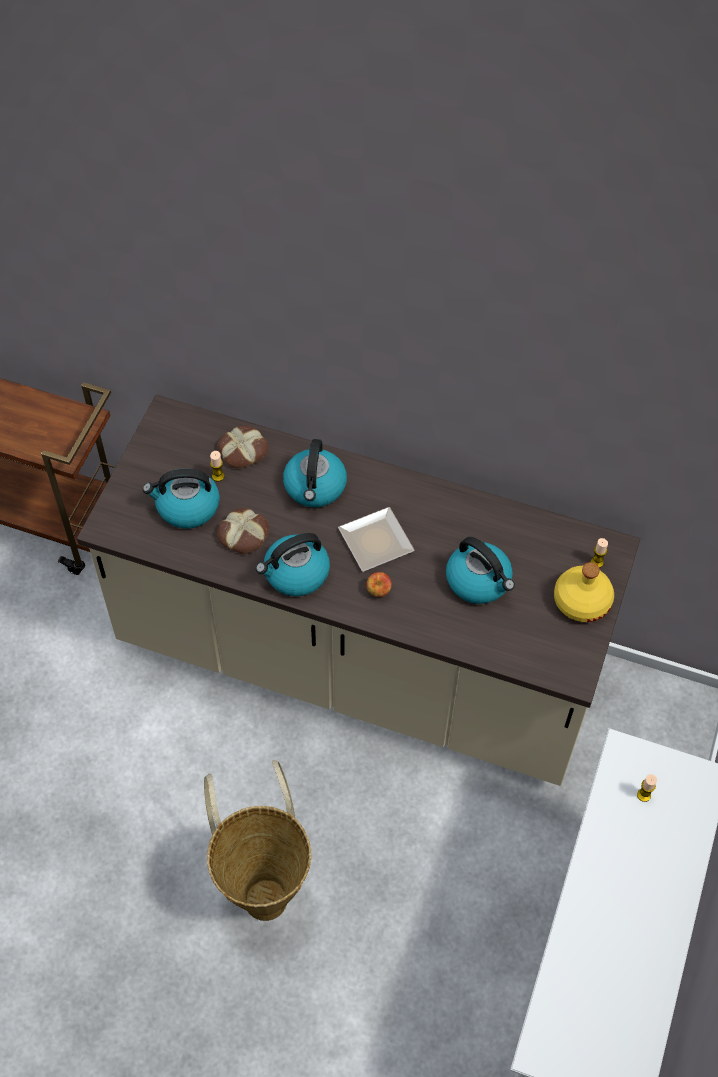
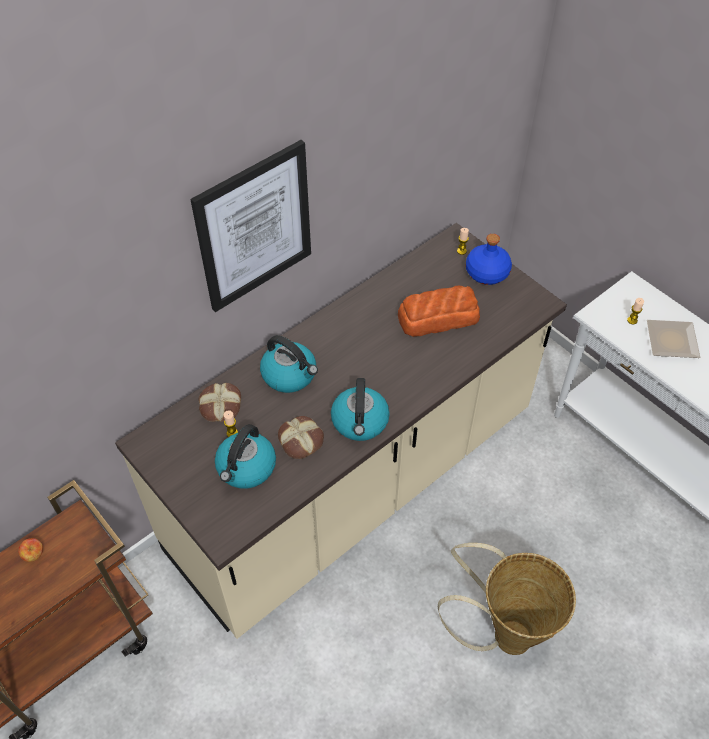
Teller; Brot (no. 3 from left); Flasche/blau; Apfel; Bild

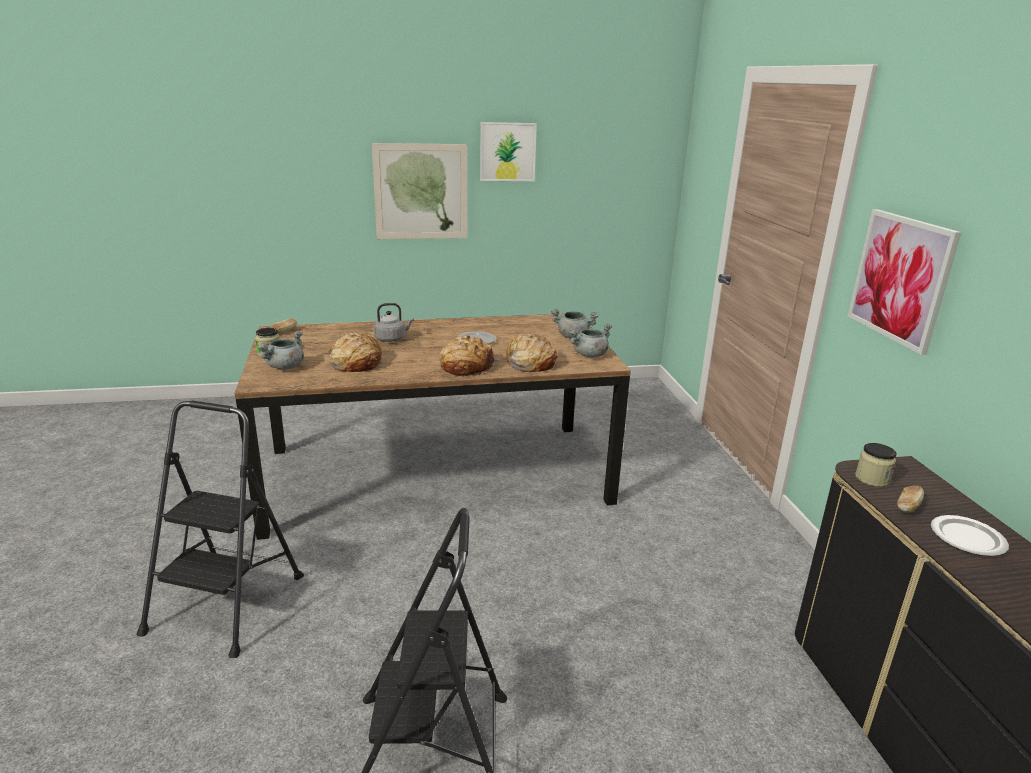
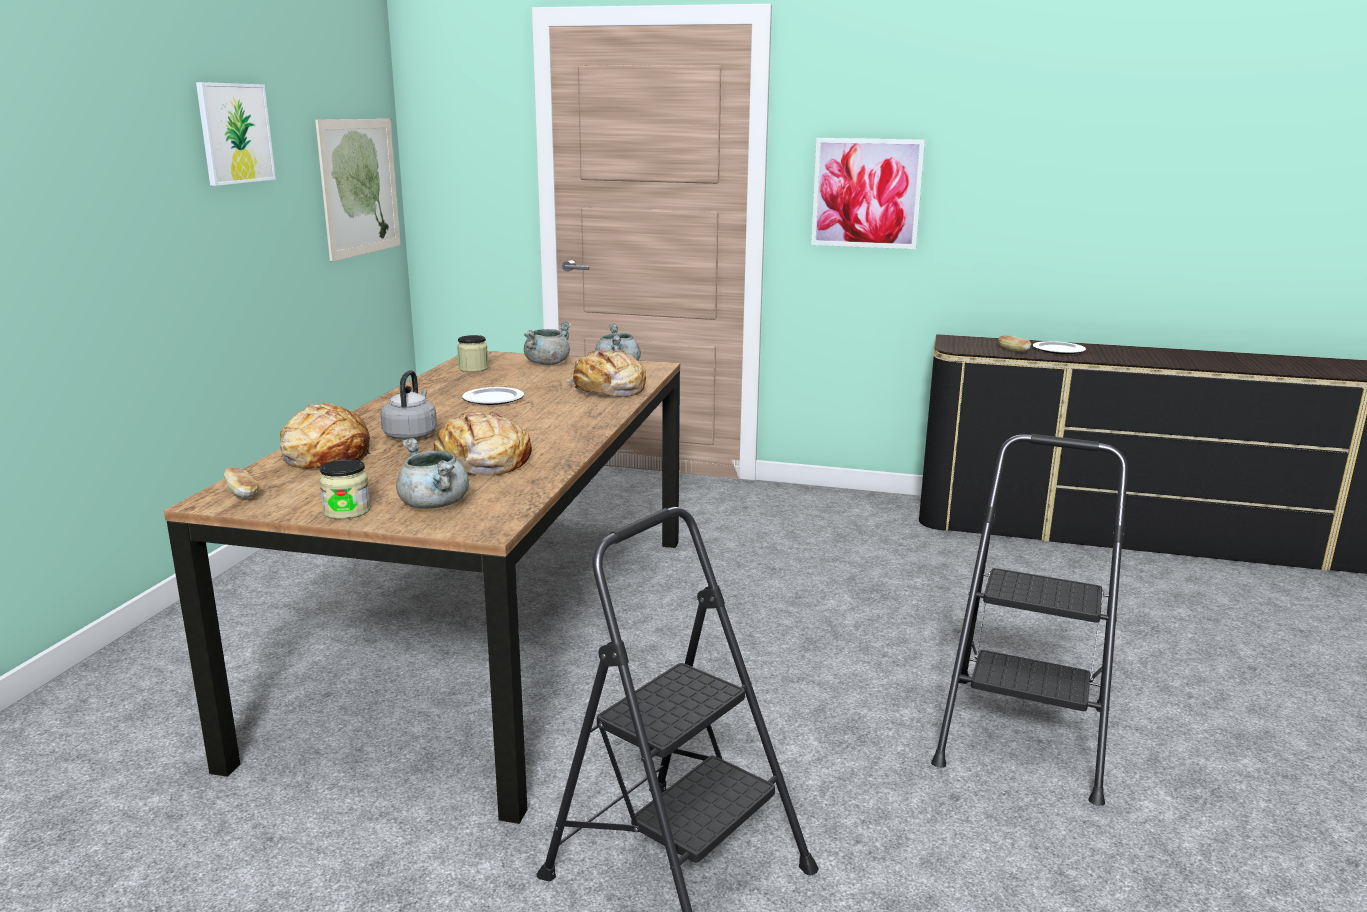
Bild (no. 2 from left); Brot (no. 2 from left); Vorratsglas (no. 2 from left)

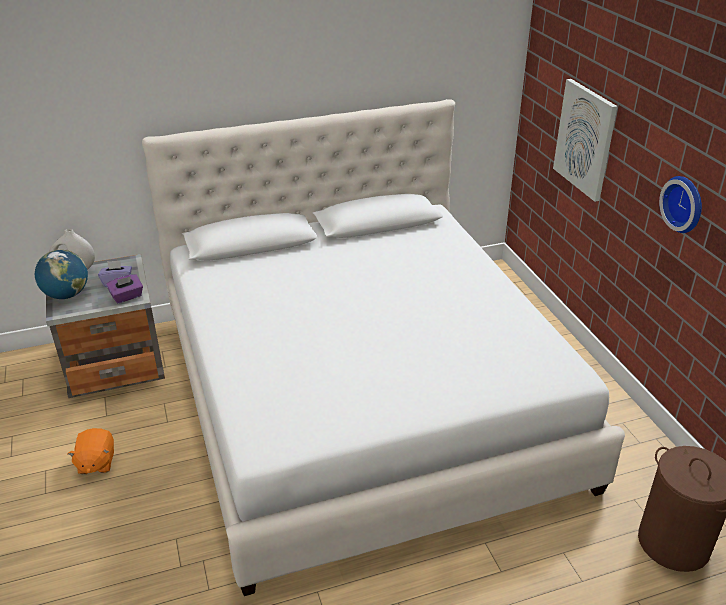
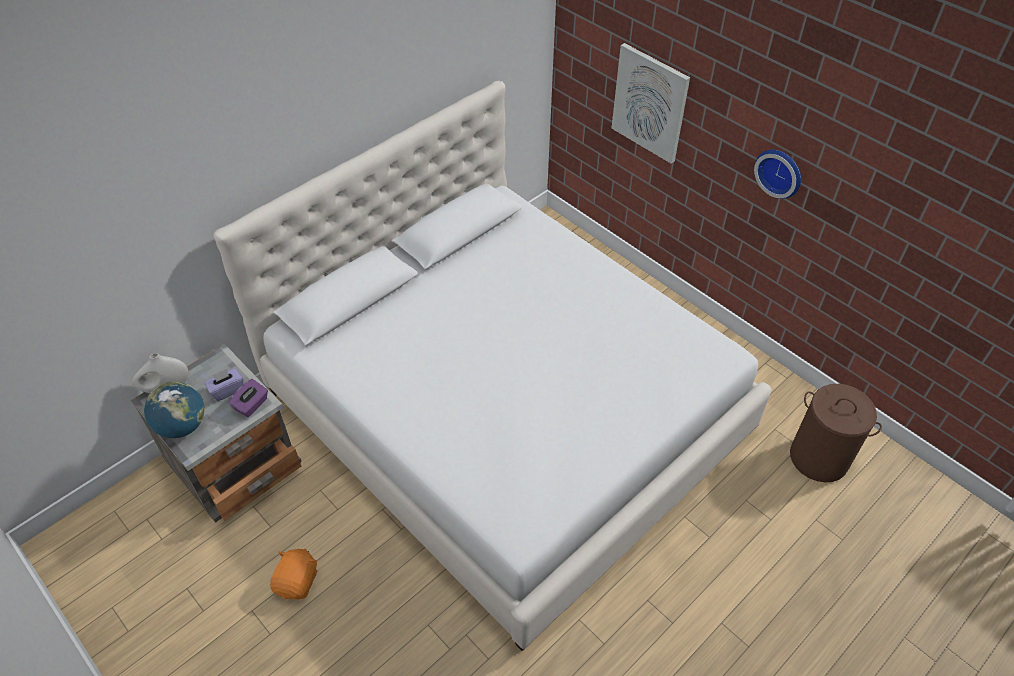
Plüschtier/orange

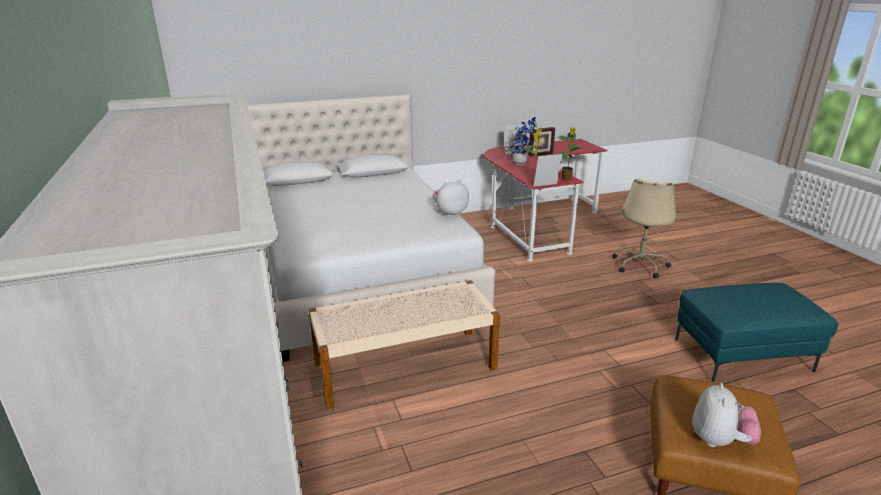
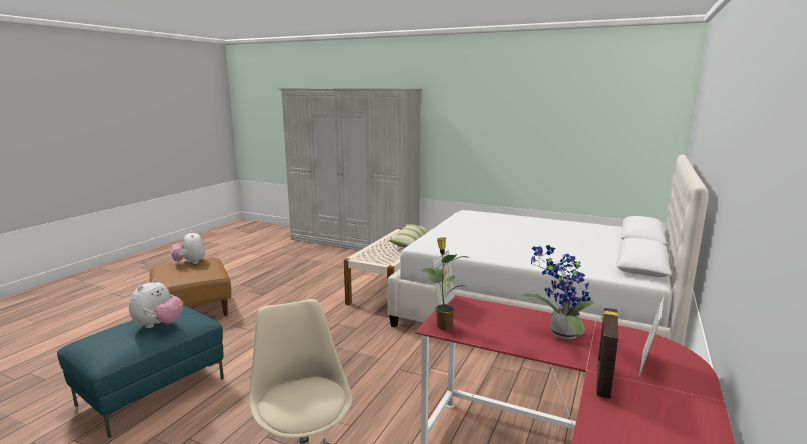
Plüschtier (no. 1 from left); Kissen

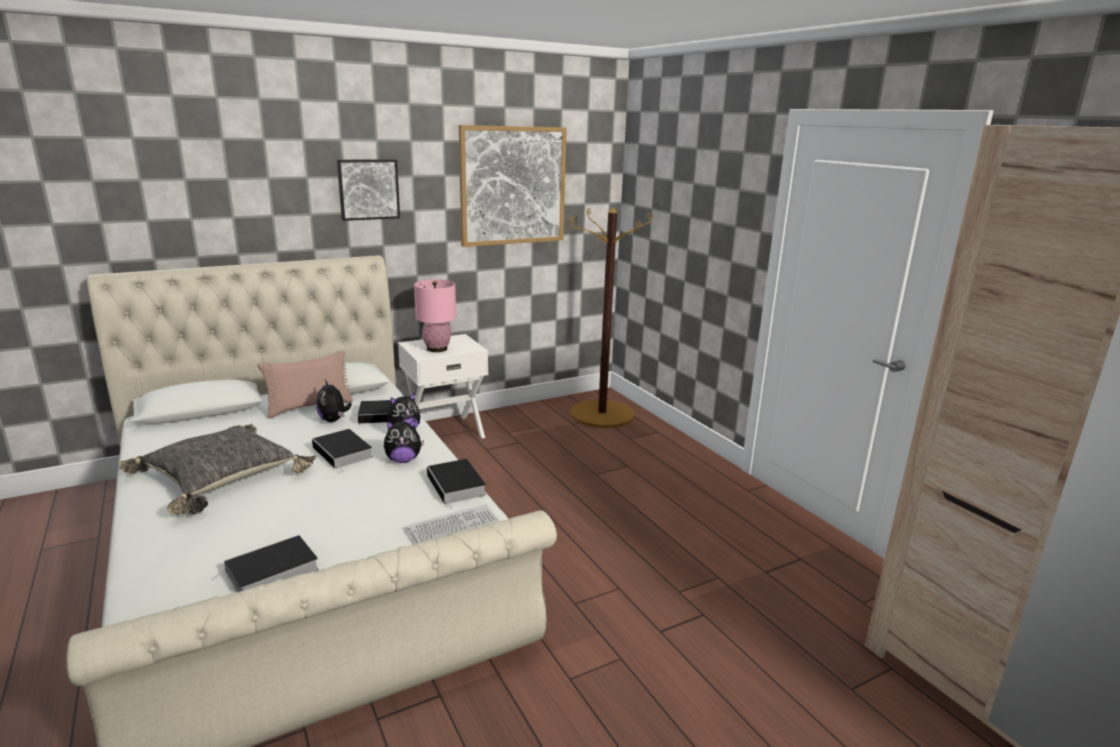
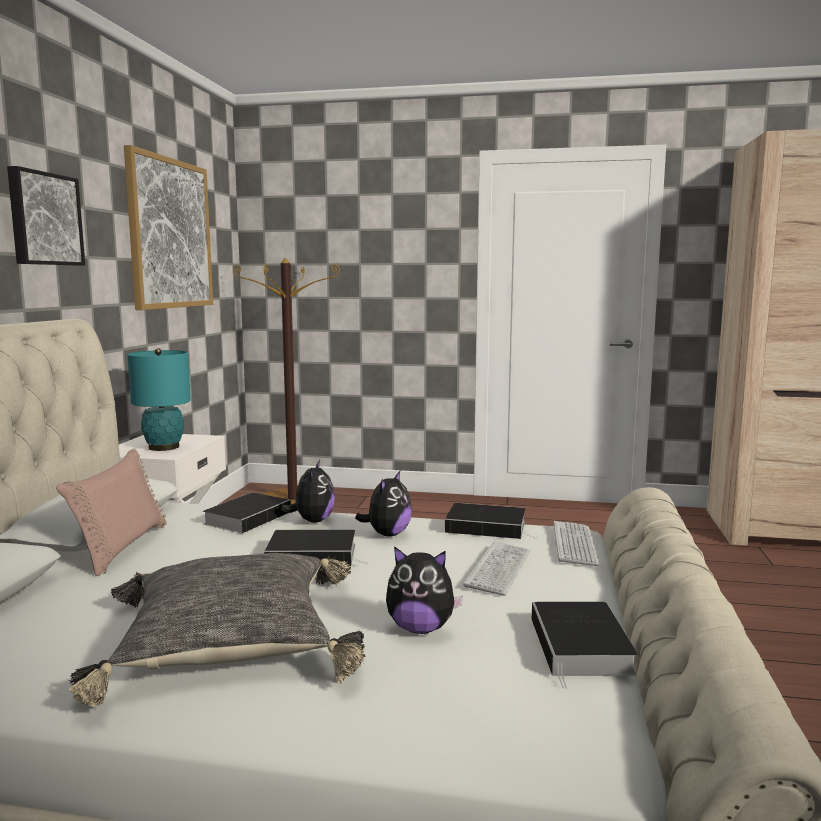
Tischlampe/türkis; Plüschtier (no. 3 from left); Tastatur (no. 1 from left)

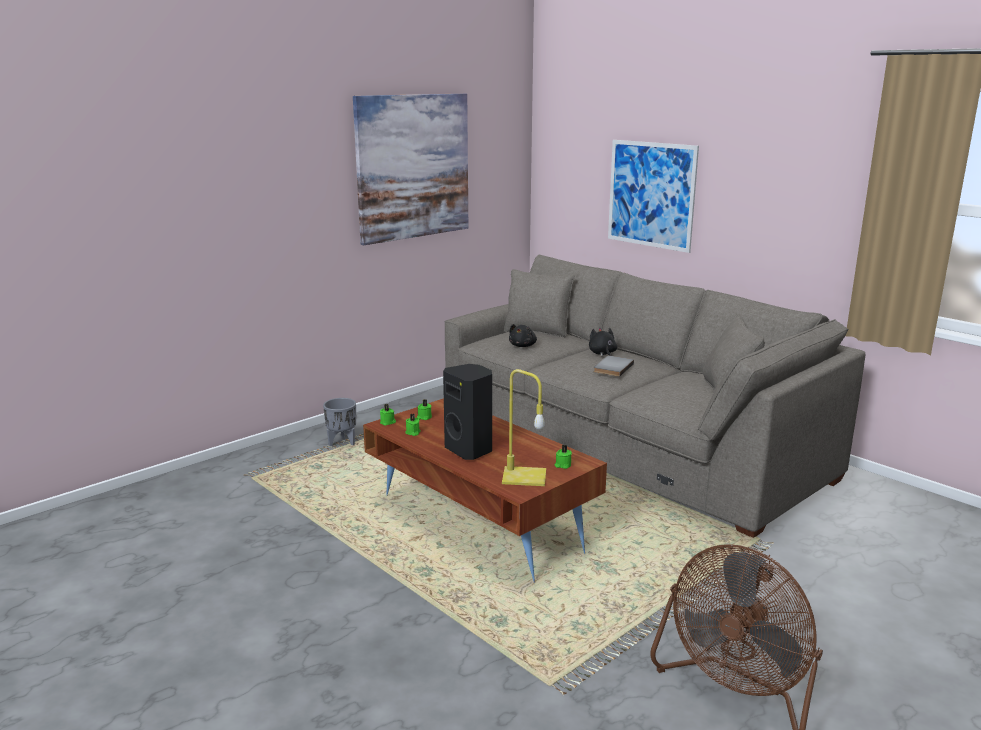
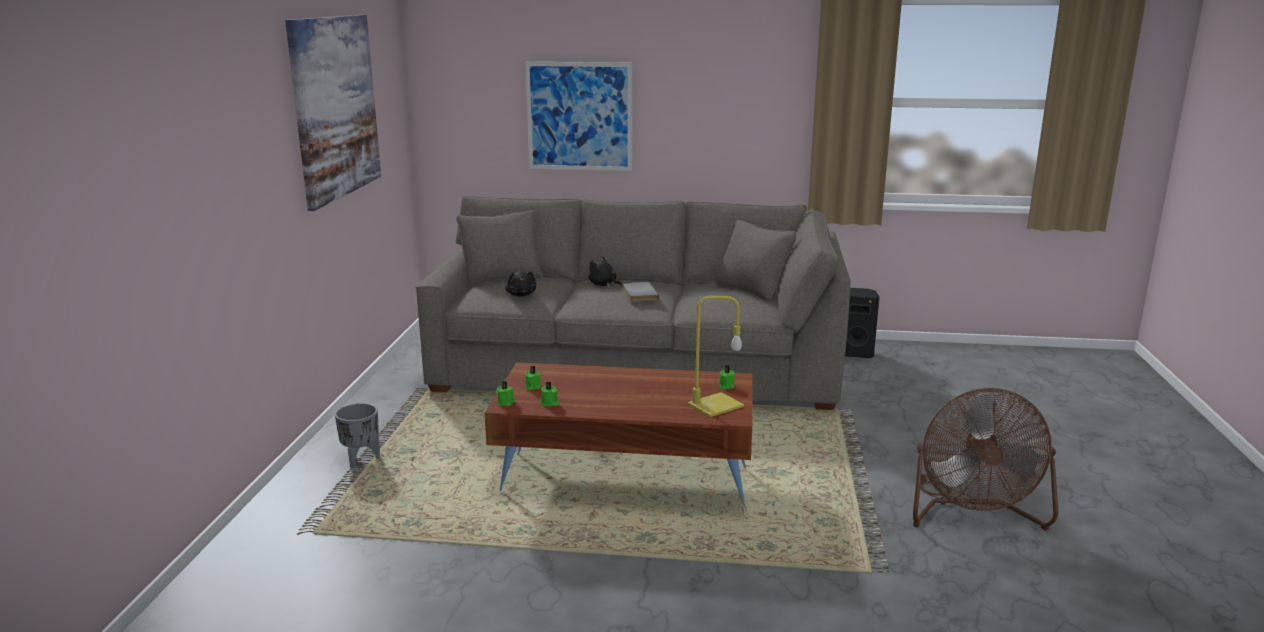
Lautsprecher/schwarz

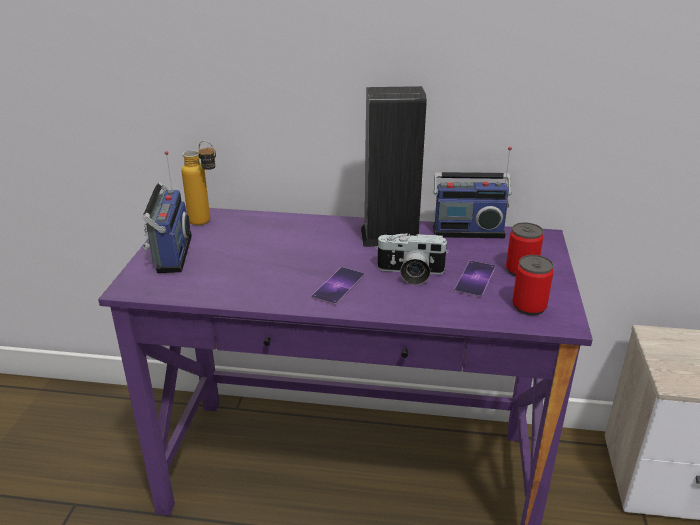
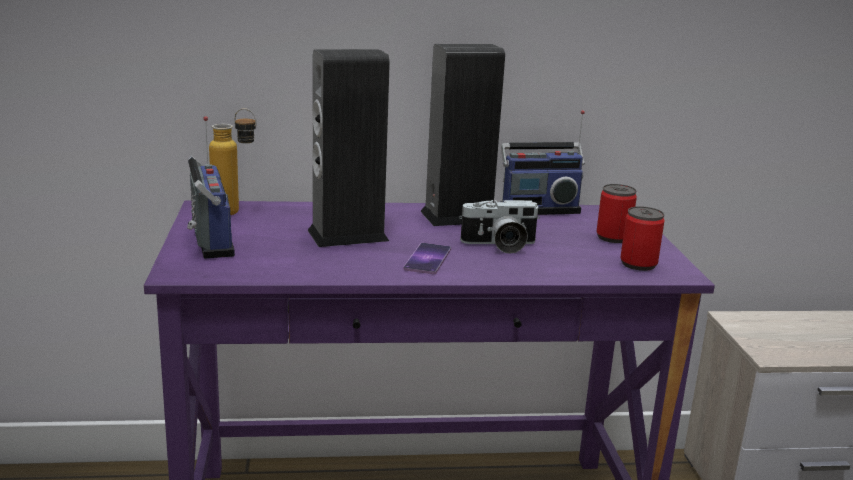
Handy (no. 2 from left in the first image); Lautsprecher (no. 1 from left)

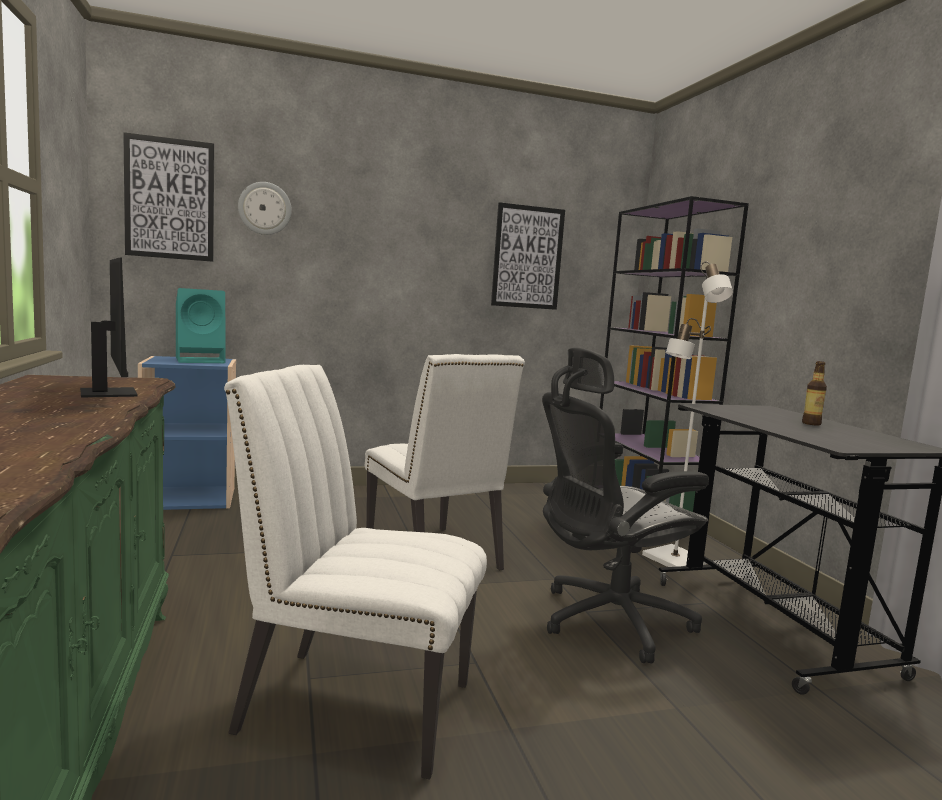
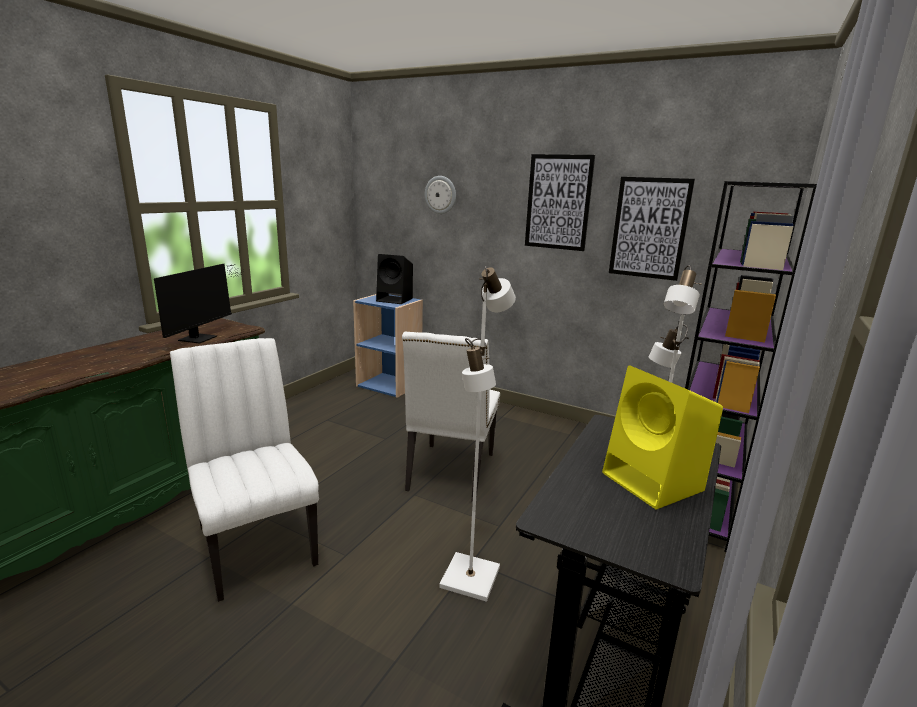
Bild (no. 1 from left); Lautsprecher/schwarz; Stehlampe/weiß (no. 1 from left); Lautsprecher/gelb

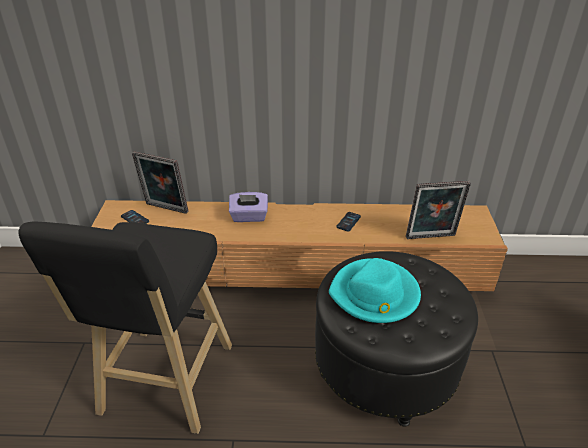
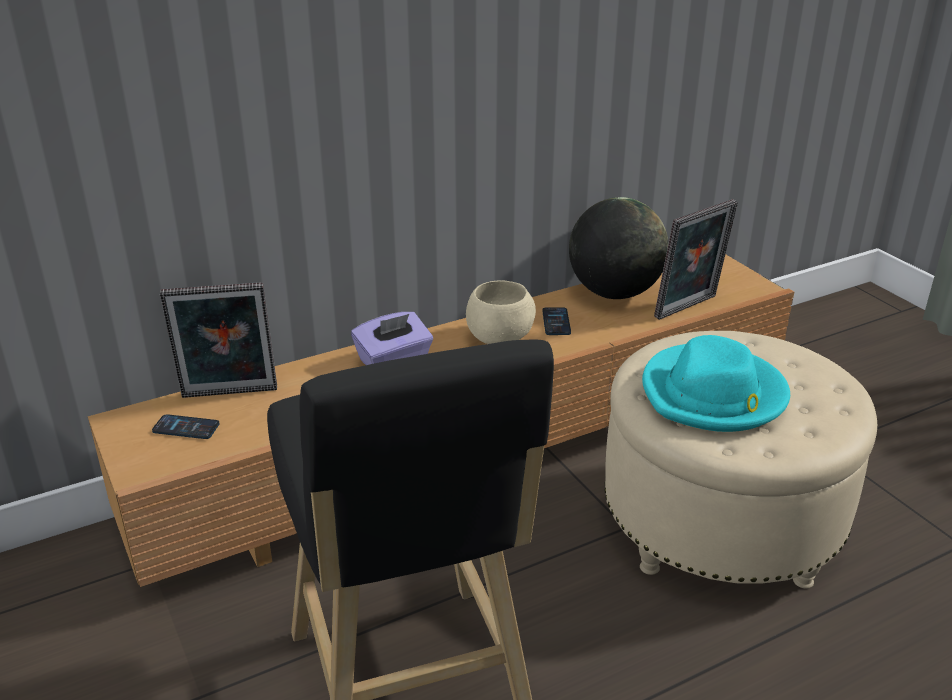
Polsterhocker/beige; Globus; Schüssel/beige

